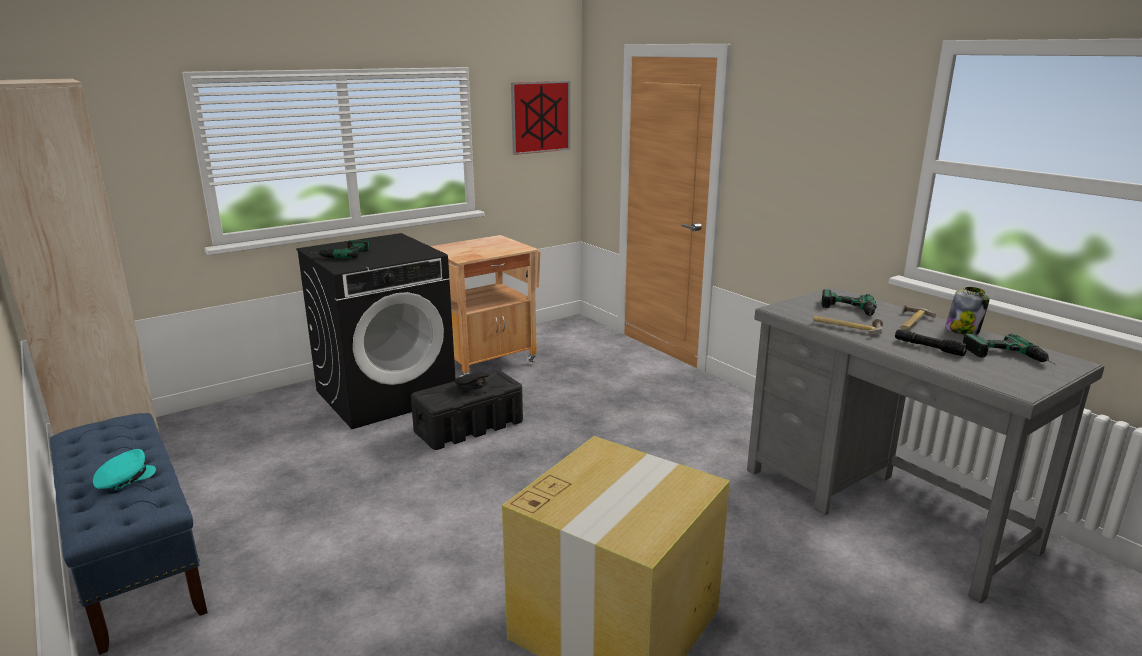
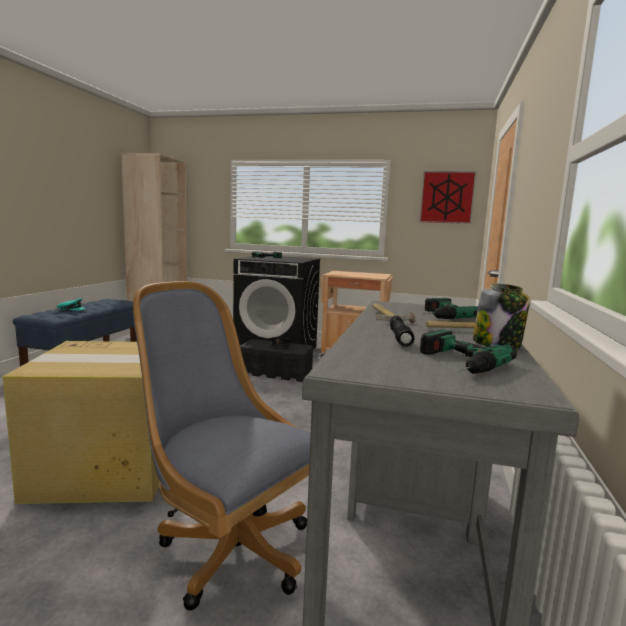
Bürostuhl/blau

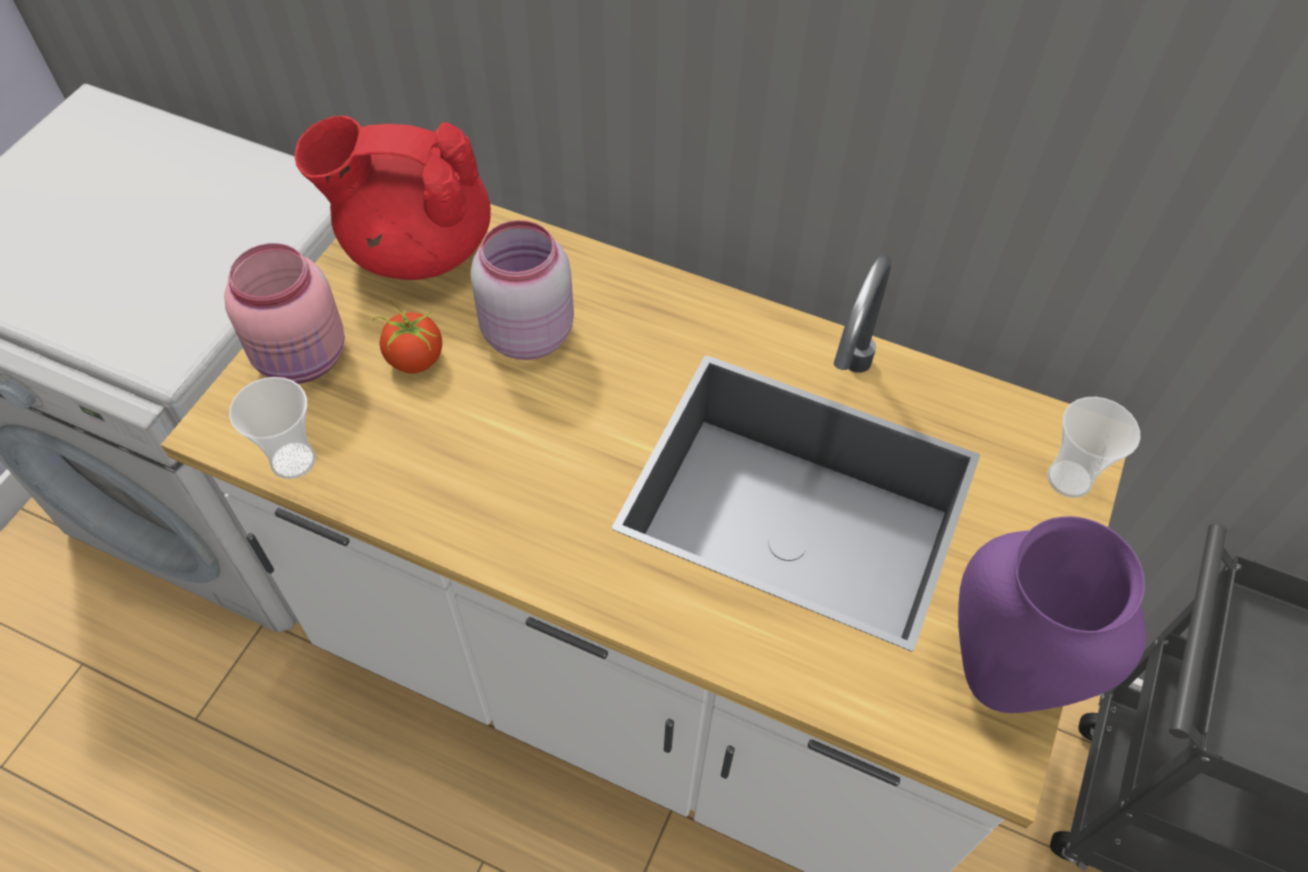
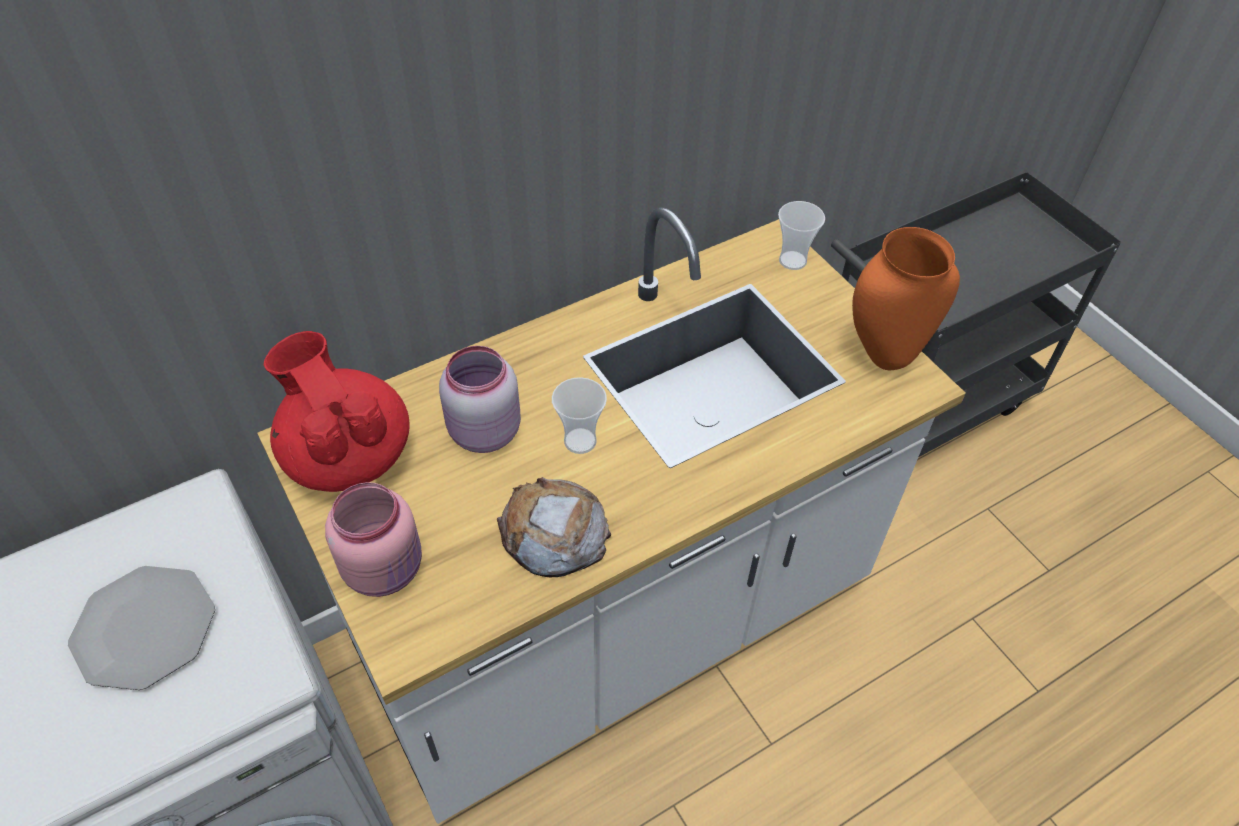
Teekanne/rot; Tomate; Tasse (no. 1 from left); Vase/orange; Brot; Teller

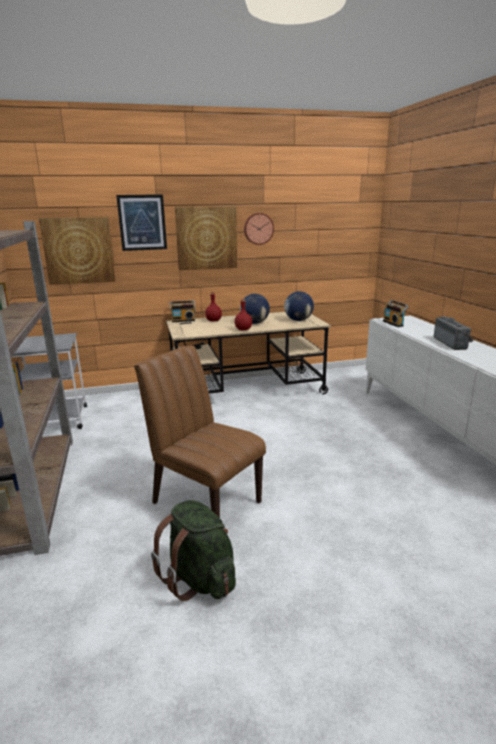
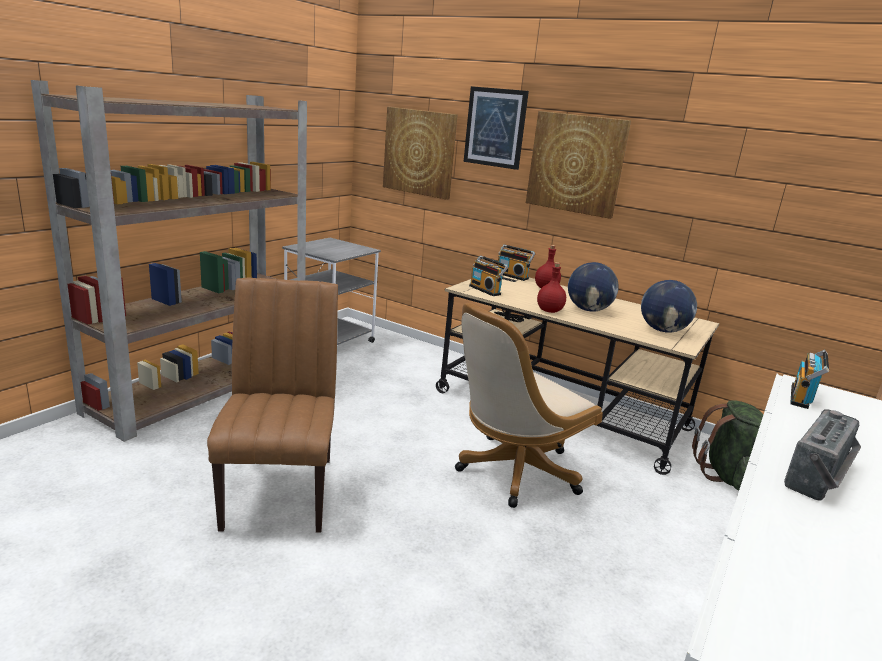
Wanduhr; Rucksack/grün; Radio (no. 1 from left); Bürostuhl

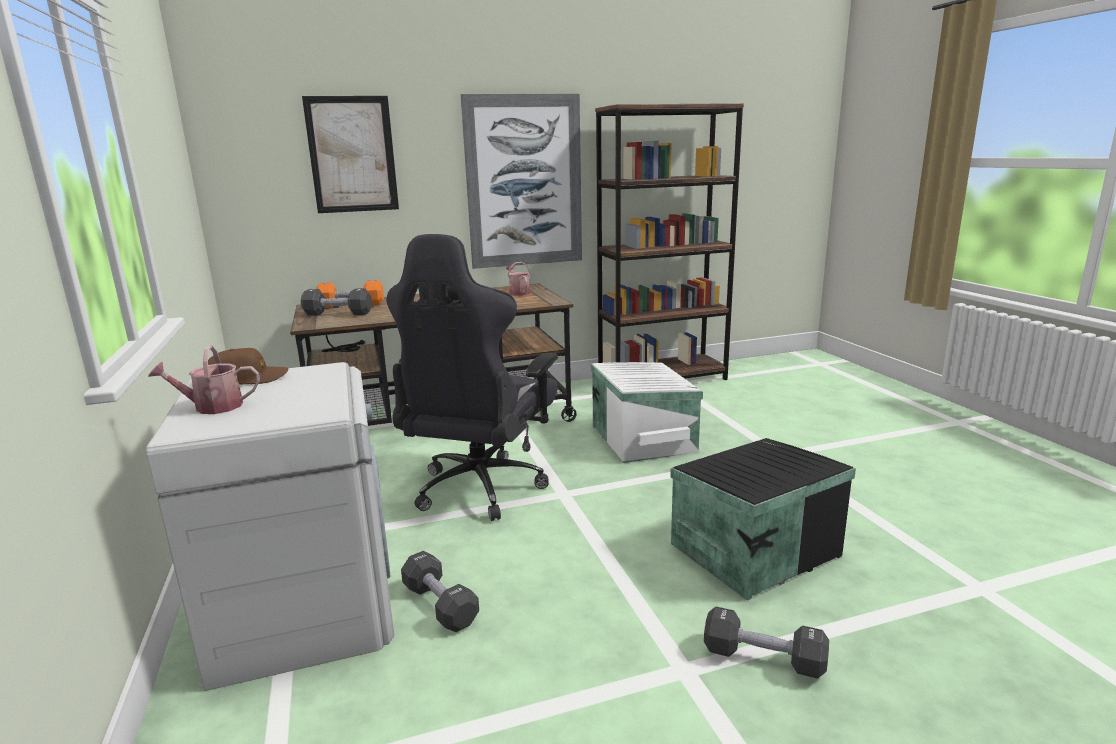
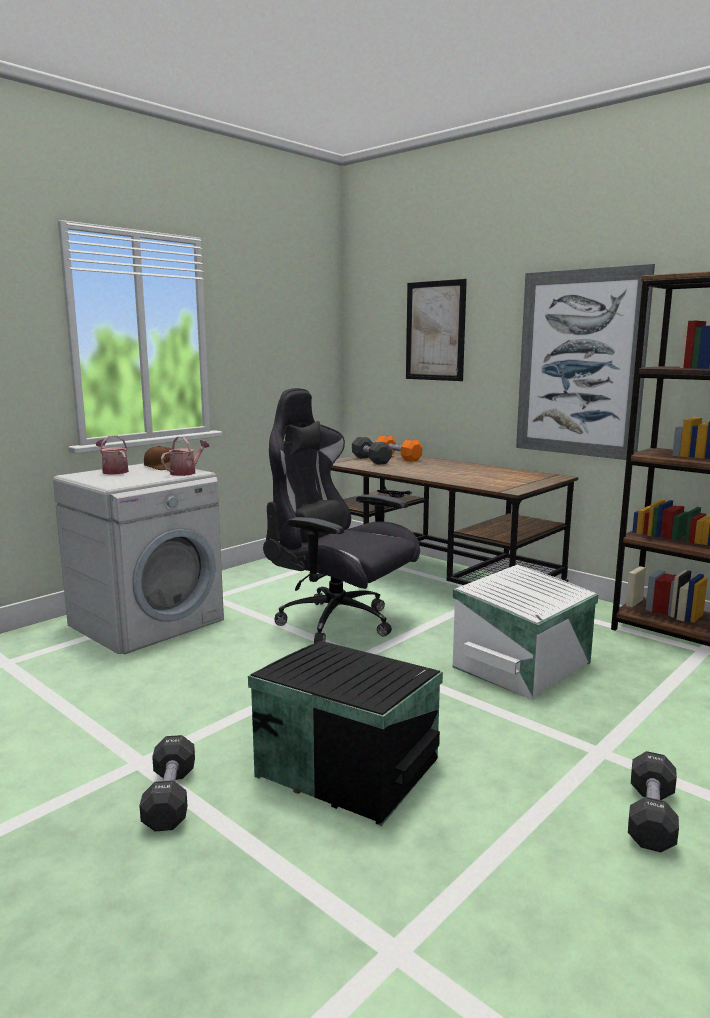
Bürostuhl/schwarz; Gießkanne (no. 2 from left); Hantel/schwarz (no. 3 from left)

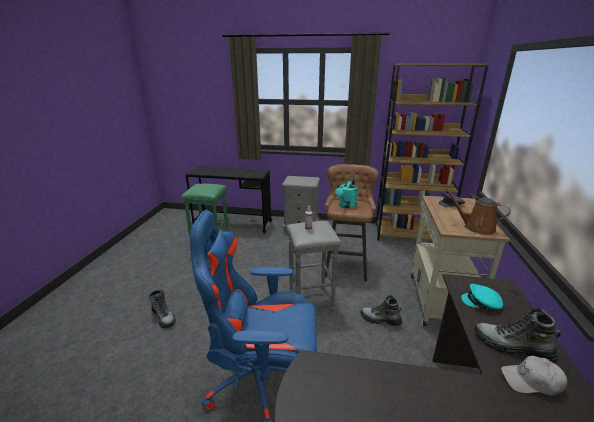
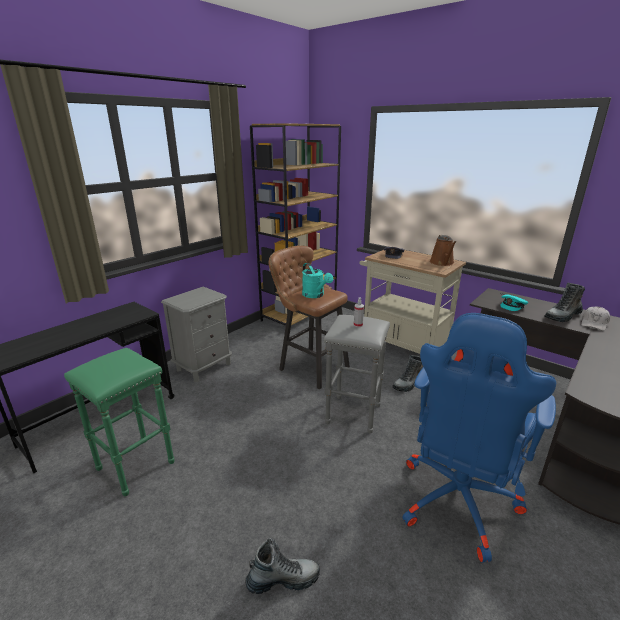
Gießkanne/braun

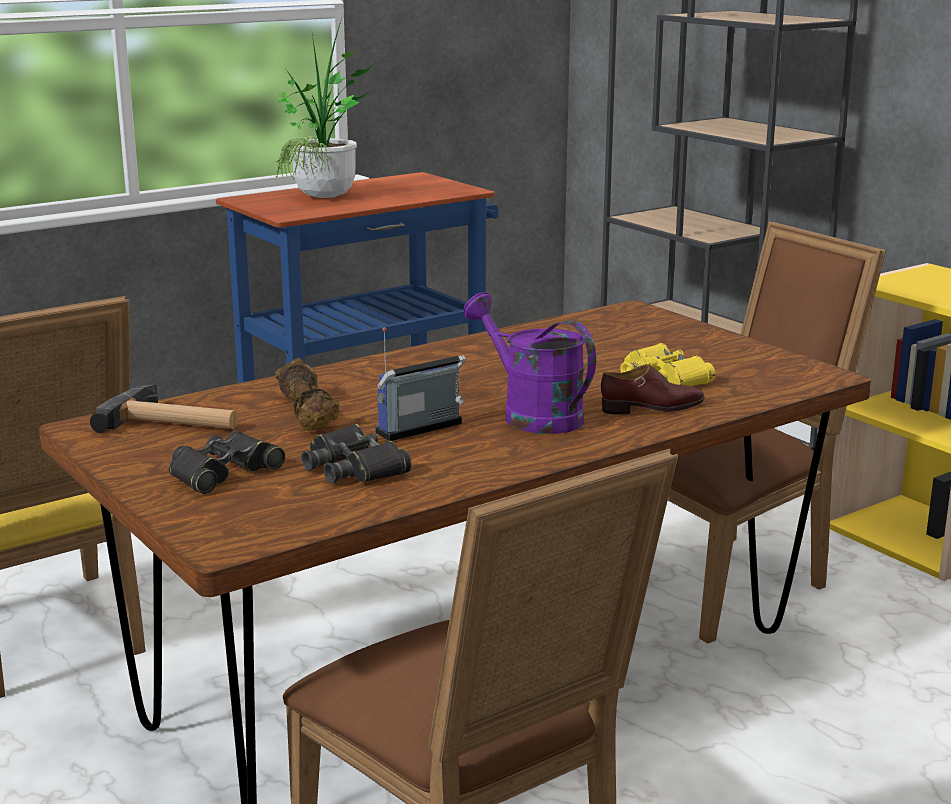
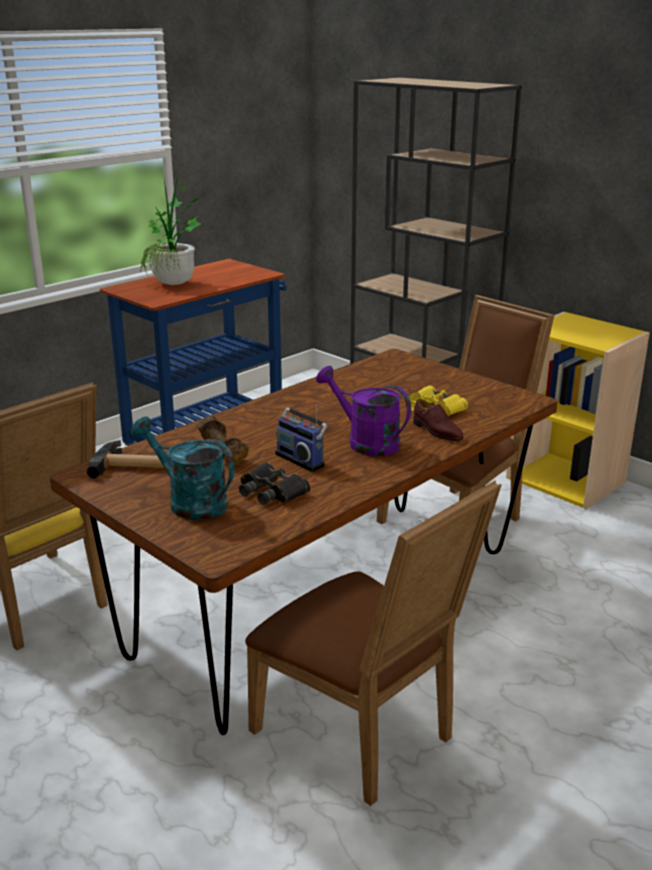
Radio; Schuh/braun; Gießkanne/türkis

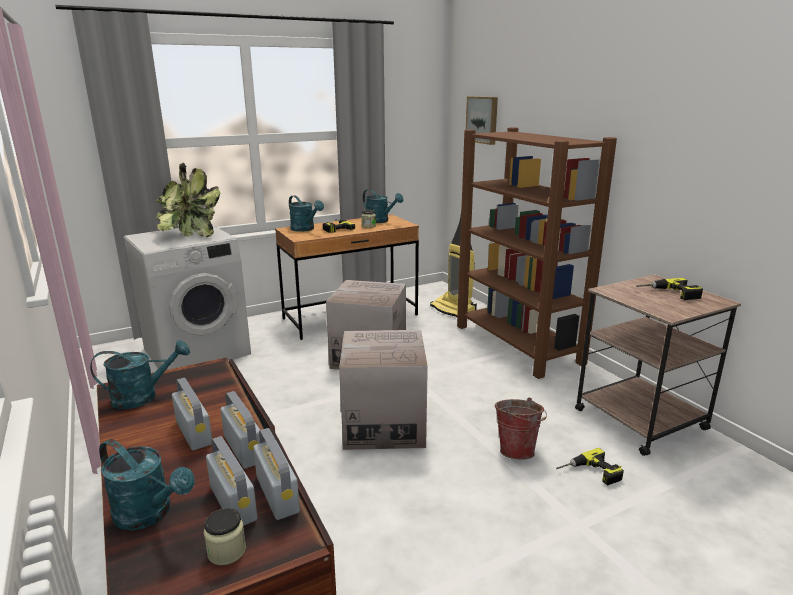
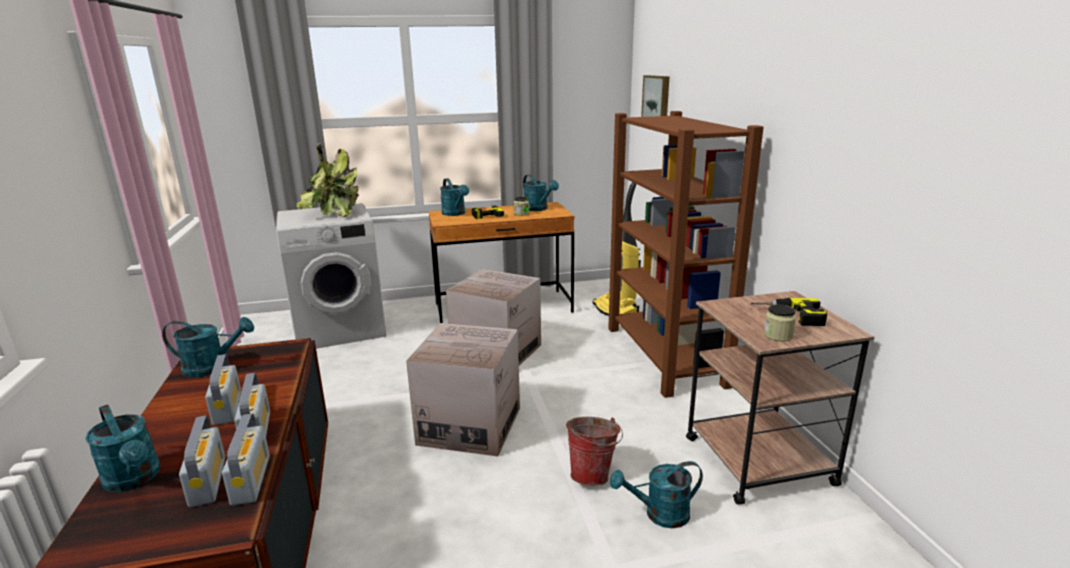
Gießkanne/türkis (no. 5 from left); Vorratsglas (no. 2 from left)

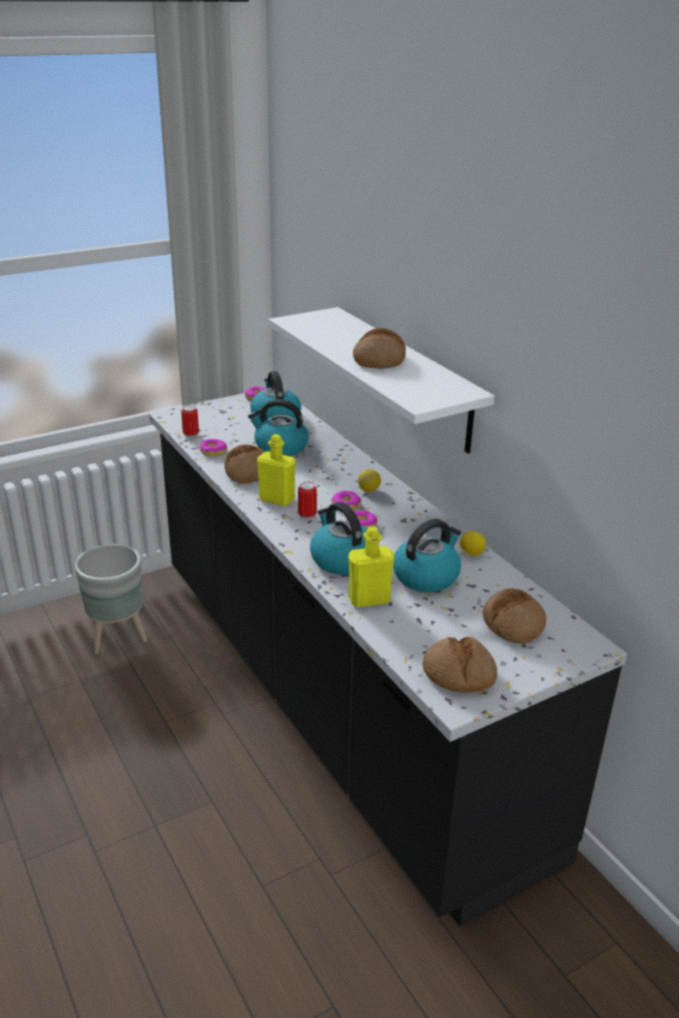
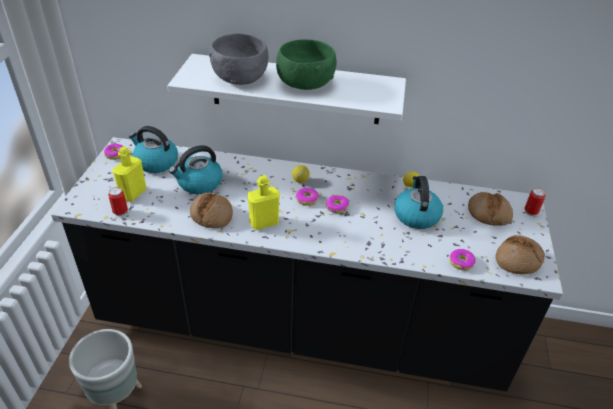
Schüssel/grün; Donut (no. 4 from left); Dose (no. 2 from left); Wasserkessel (no. 3 from left in the first image); Flasche/gelb (no. 1 from left); Schüssel/grau

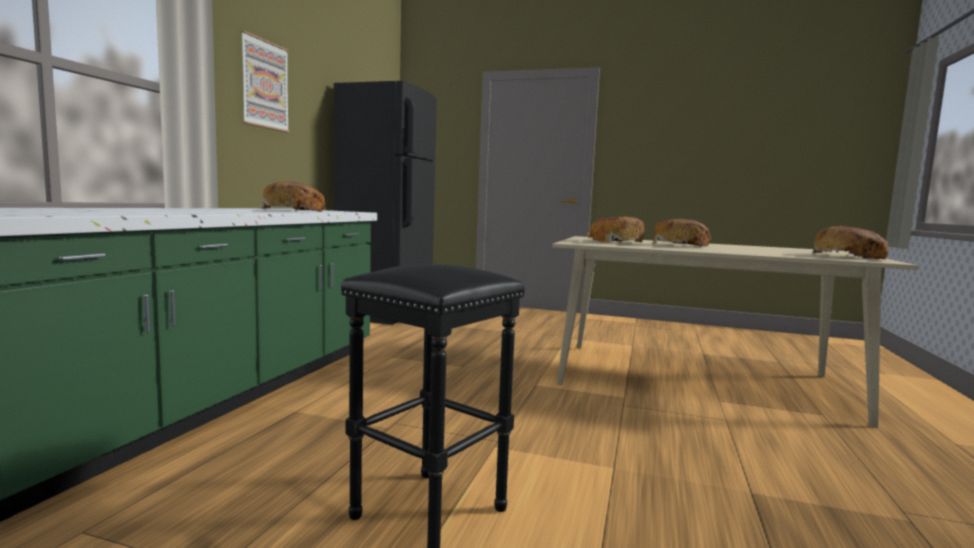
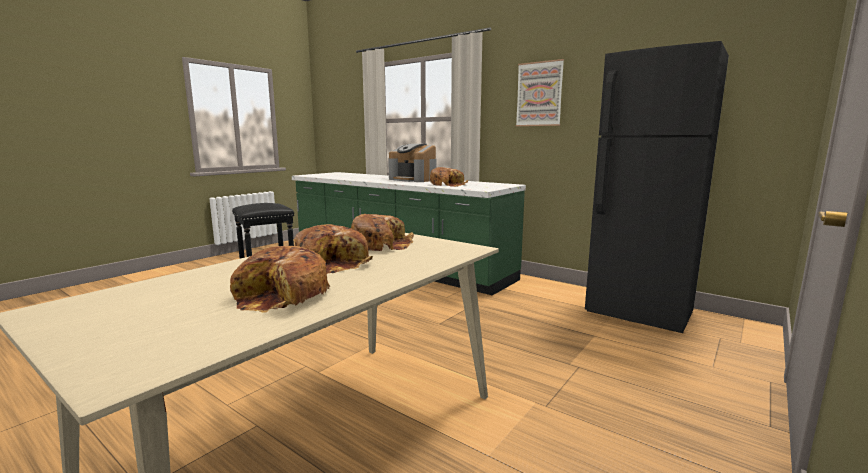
Brot (no. 1 from left); Kaffeemaschine

